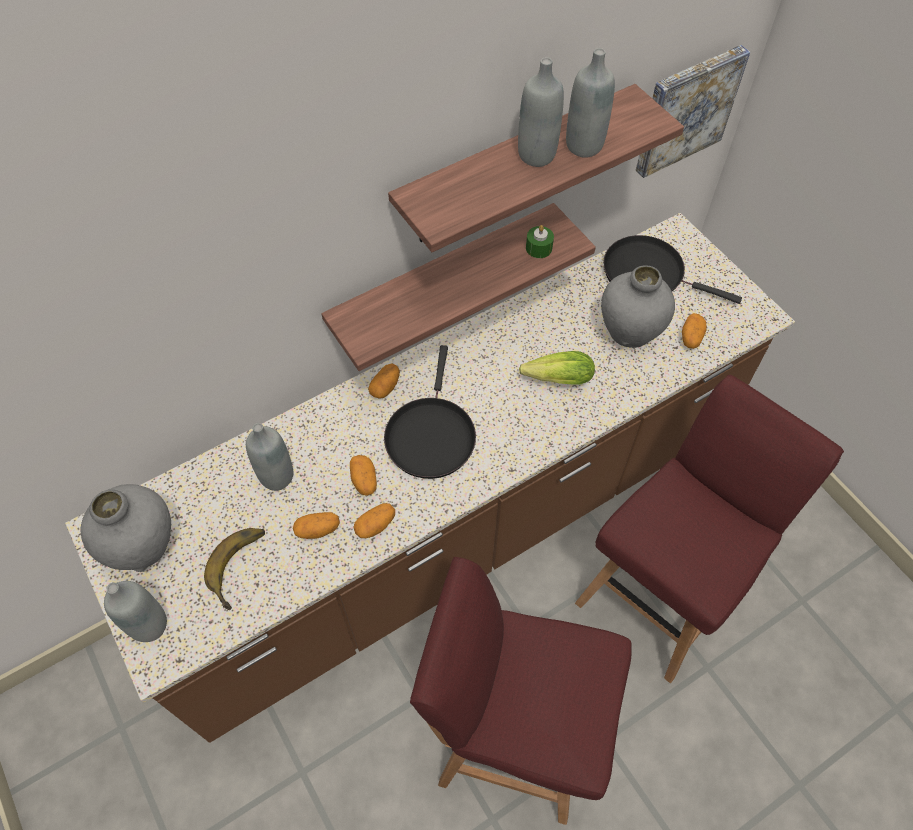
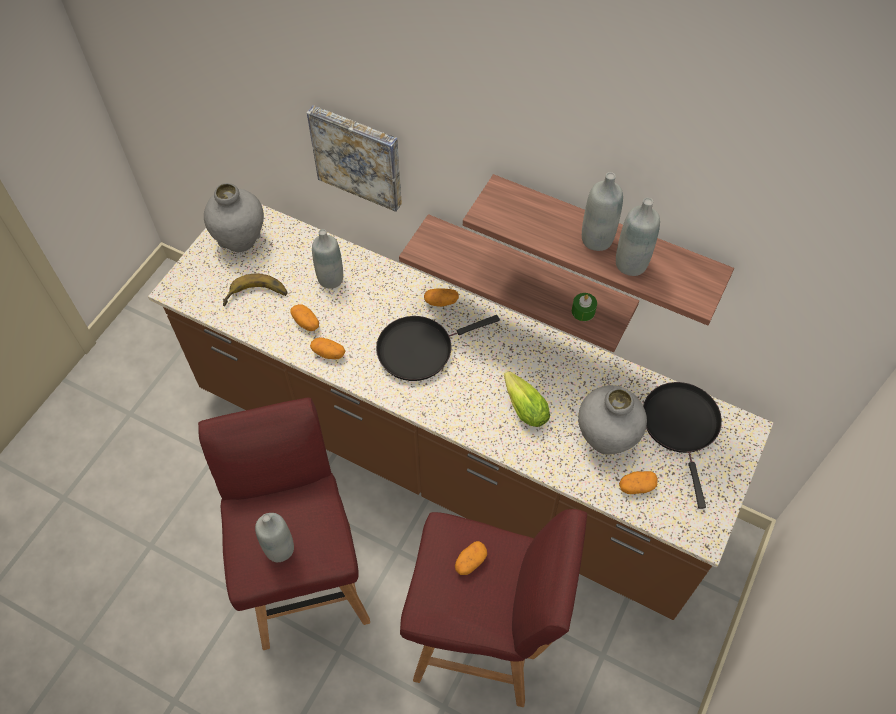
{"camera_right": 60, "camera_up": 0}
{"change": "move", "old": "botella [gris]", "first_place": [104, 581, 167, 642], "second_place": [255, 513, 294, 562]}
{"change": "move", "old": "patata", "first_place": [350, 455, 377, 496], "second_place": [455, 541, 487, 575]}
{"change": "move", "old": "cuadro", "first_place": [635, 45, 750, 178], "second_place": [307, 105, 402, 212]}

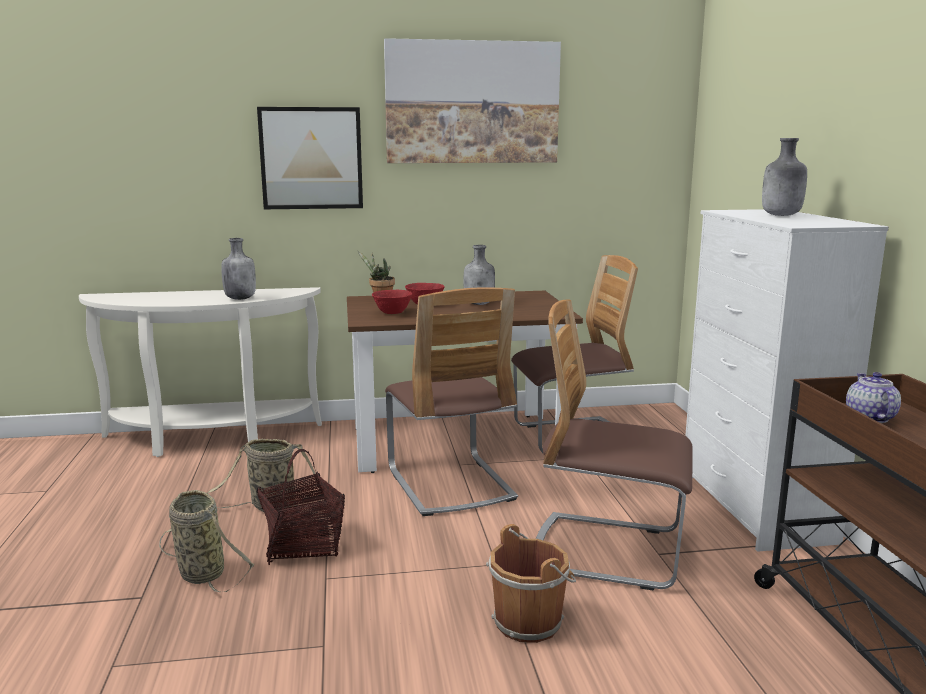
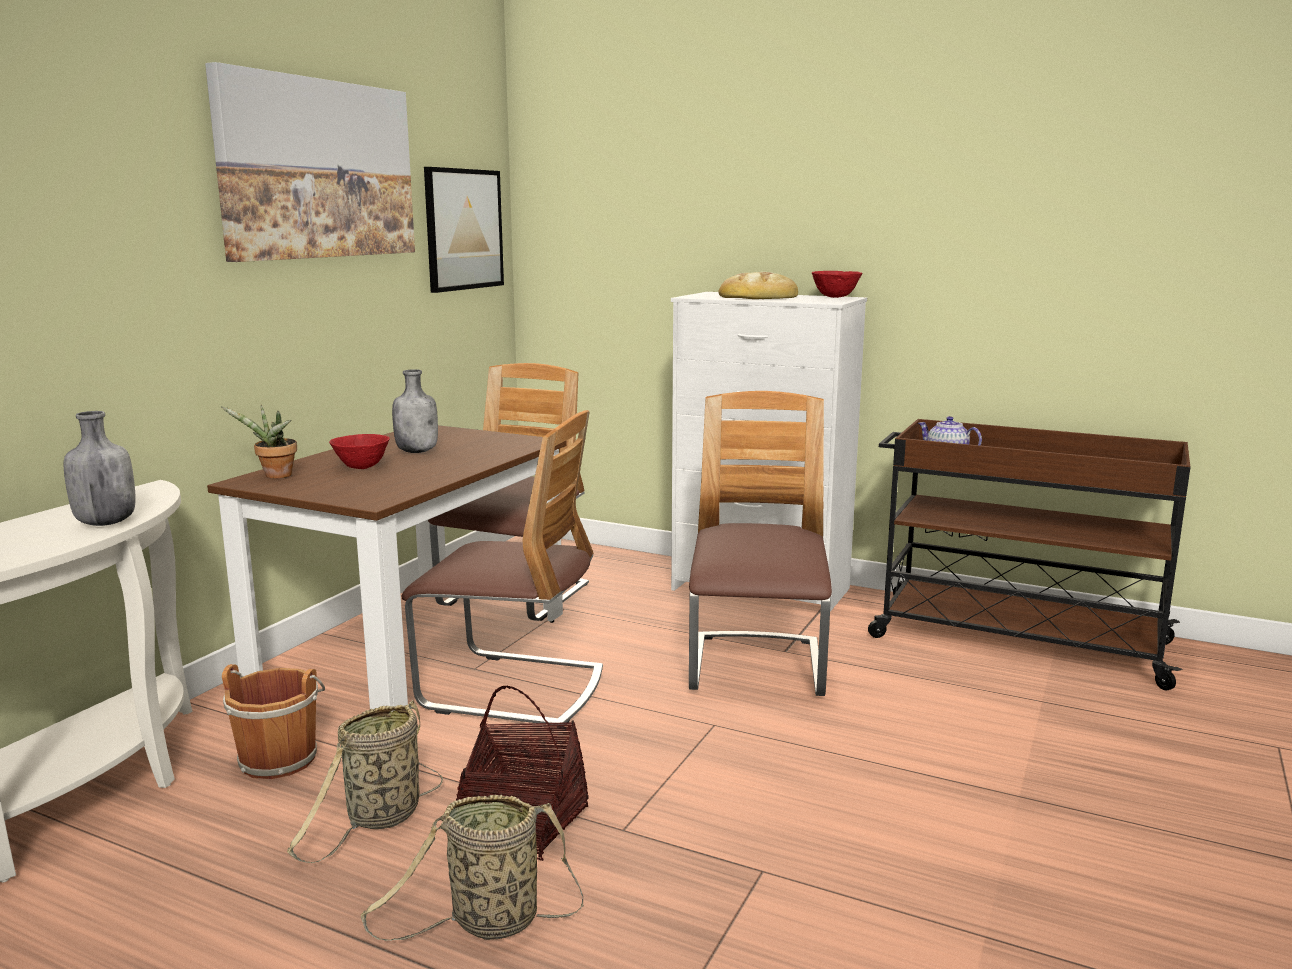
{"camera_right": -55, "camera_up": 0}
{"change": "move", "old": "cuadro", "first_place": [257, 107, 363, 209], "second_place": [424, 167, 504, 293]}
{"change": "move", "old": "cuenco [rojo]", "first_place": [372, 290, 412, 314], "second_place": [812, 271, 862, 298]}
{"change": "move", "old": "cubo [marrón]", "first_place": [486, 524, 576, 643], "second_place": [222, 664, 325, 779]}
{"change": "rotate", "old": "silla", "first_place": [536, 299, 693, 591], "second_place": [689, 391, 832, 696], "degrees": 135}
{"change": "replace", "old": "botella [gris]", "new": "pan", "first_place": [762, 138, 807, 216], "second_place": [718, 272, 798, 299]}

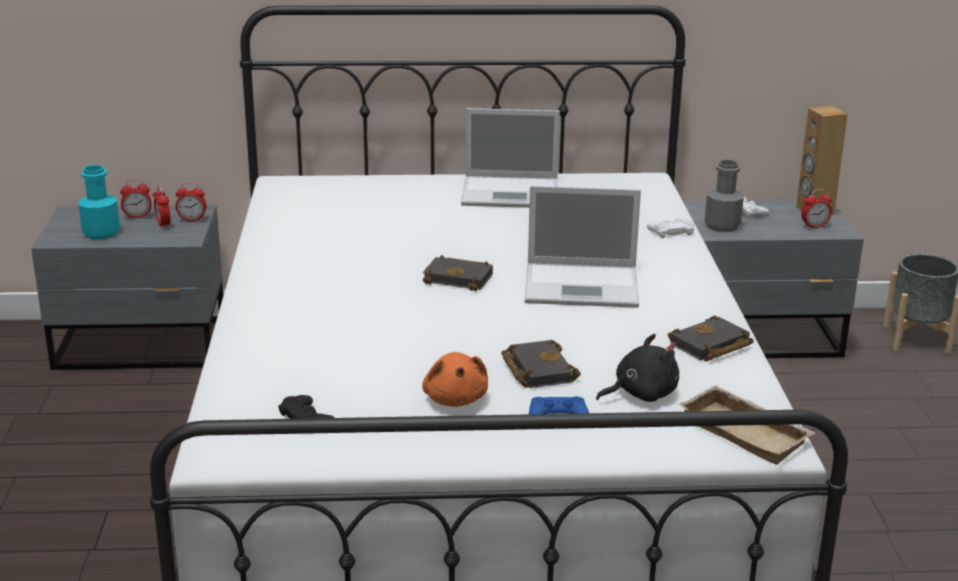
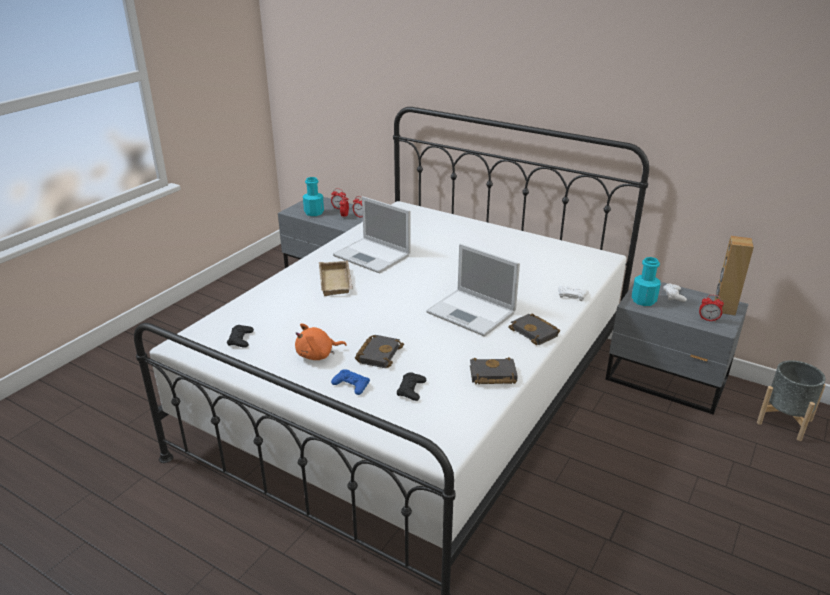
{"camera_right": 35, "camera_up": 5}
{"change": "rotate", "old": "peluche [naranja]", "first_place": [422, 352, 488, 407], "second_place": [295, 323, 347, 360], "degrees": 45}
{"change": "move", "old": "libro [negro]", "first_place": [423, 255, 493, 291], "second_place": [508, 314, 560, 345]}
{"change": "move", "old": "portátil", "first_place": [461, 108, 560, 208], "second_place": [333, 196, 411, 273]}
{"change": "replace", "old": "peluche [negro]", "new": "mando de consola [negro]", "first_place": [596, 334, 679, 402], "second_place": [397, 372, 427, 401]}
{"change": "move", "old": "bandeja [beis]", "first_place": [679, 385, 815, 465], "second_place": [319, 261, 353, 296]}
{"change": "recolor", "old": "botella [gris]", "new": "botella [turquesa]", "first_place": [705, 160, 744, 232], "second_place": [632, 257, 661, 306]}

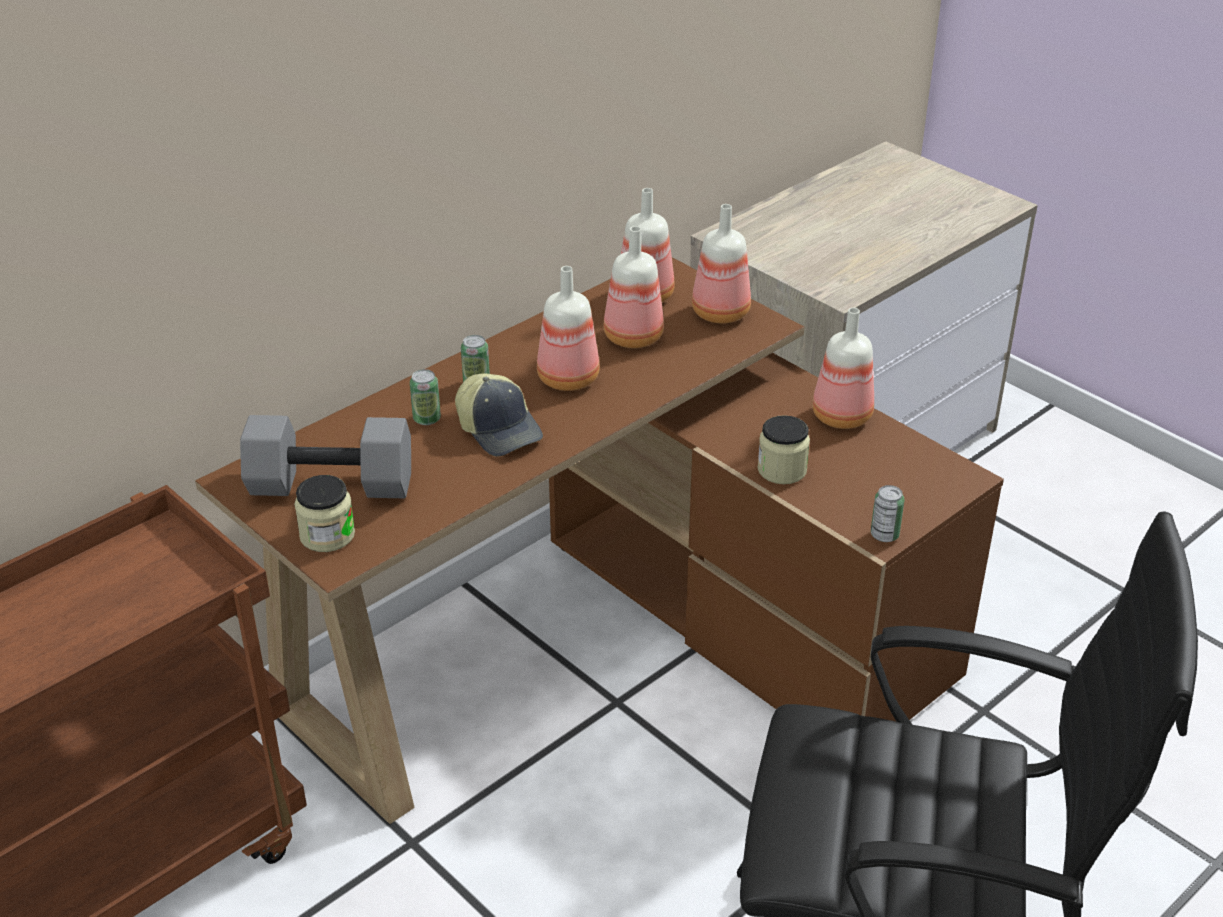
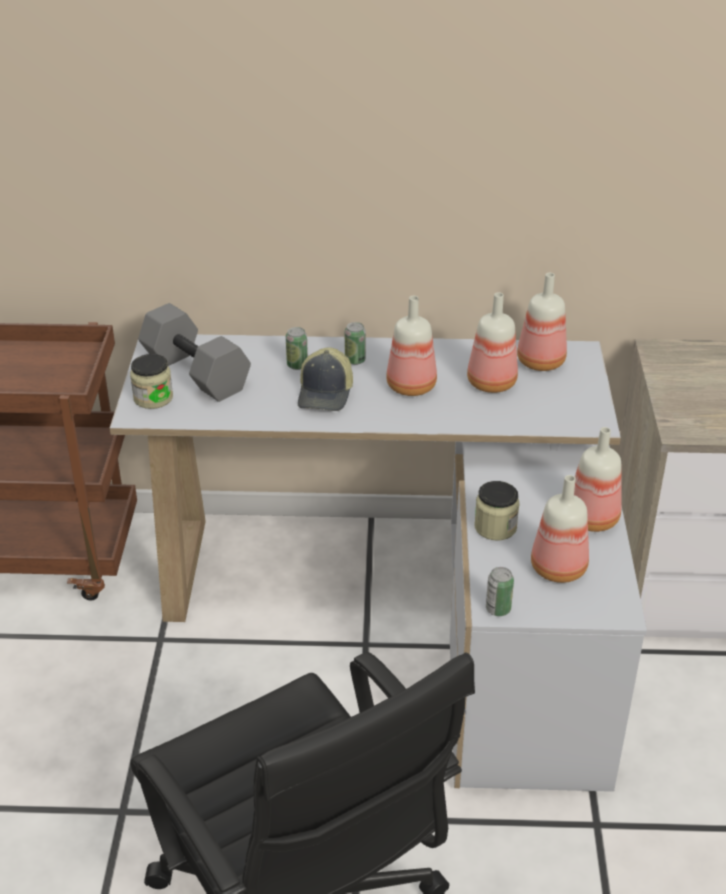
{"camera_right": 45, "camera_up": 0}
{"change": "recolor", "old": "escritorio [marrón]", "new": "escritorio [blanco]", "first_place": [195, 257, 1004, 824], "second_place": [110, 334, 647, 792]}
{"change": "move", "old": "botella", "first_place": [692, 204, 751, 323], "second_place": [531, 475, 589, 583]}

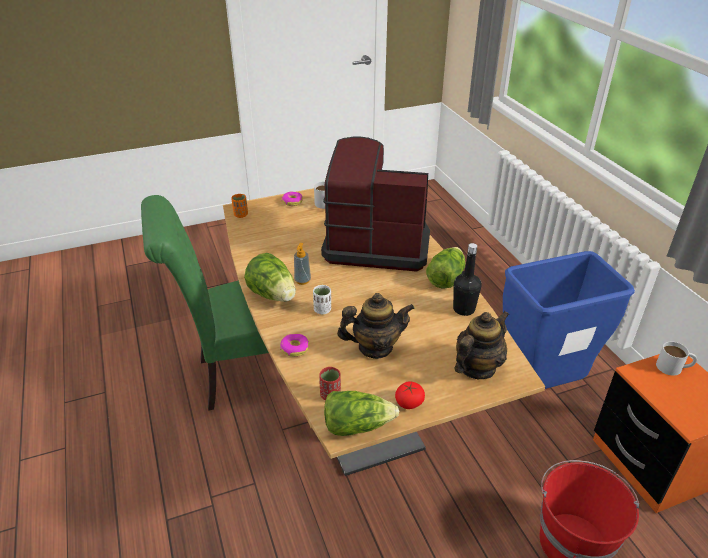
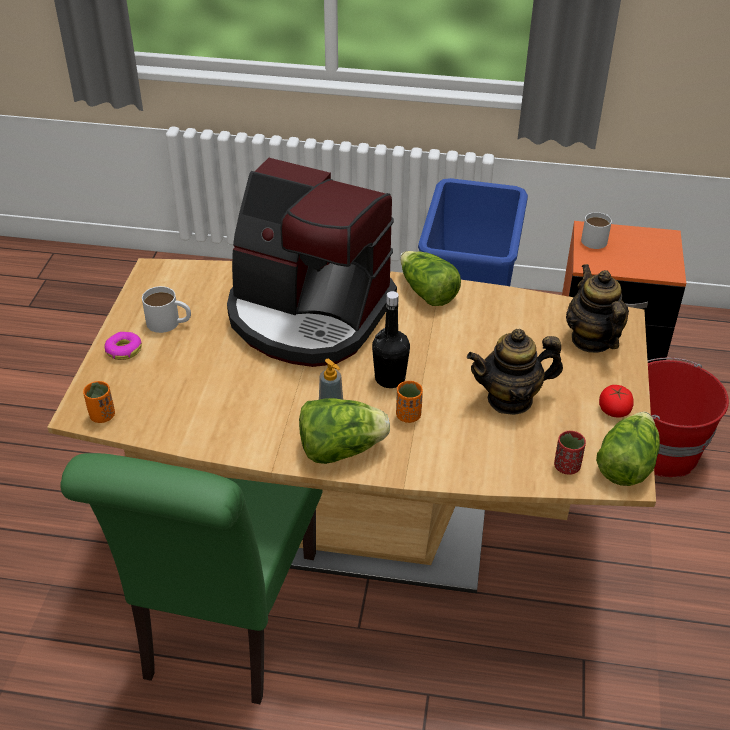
{"camera_right": -60, "camera_up": 5}
{"change": "delete", "old": "rosquilla", "first_place": [280, 334, 309, 357]}
{"change": "recolor", "old": "taza [blanco]", "new": "taza [naranja]", "first_place": [313, 285, 331, 314], "second_place": [396, 381, 423, 423]}
{"change": "rotate", "old": "cafetera", "first_place": [321, 137, 430, 272], "second_place": [227, 158, 397, 367], "degrees": -105}
{"change": "rotate", "old": "tetera", "first_place": [337, 293, 415, 359], "second_place": [467, 329, 563, 415], "degrees": -120}
{"change": "move", "old": "botella [negro]", "first_place": [453, 243, 481, 316], "second_place": [372, 291, 410, 388]}

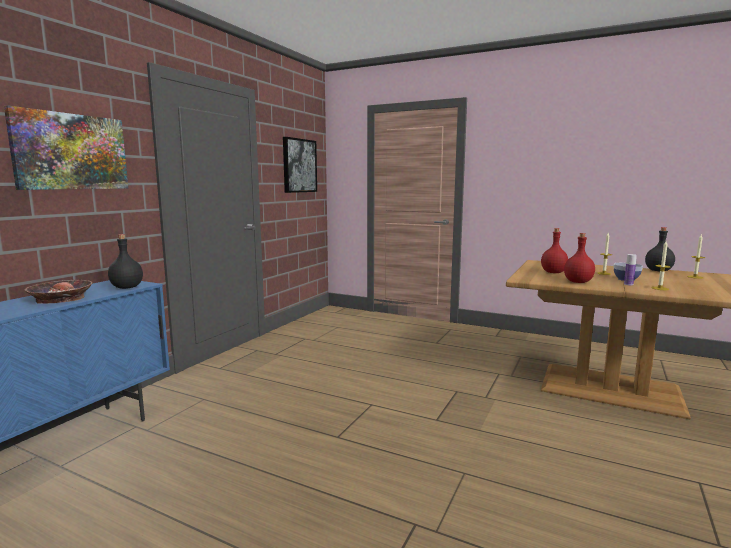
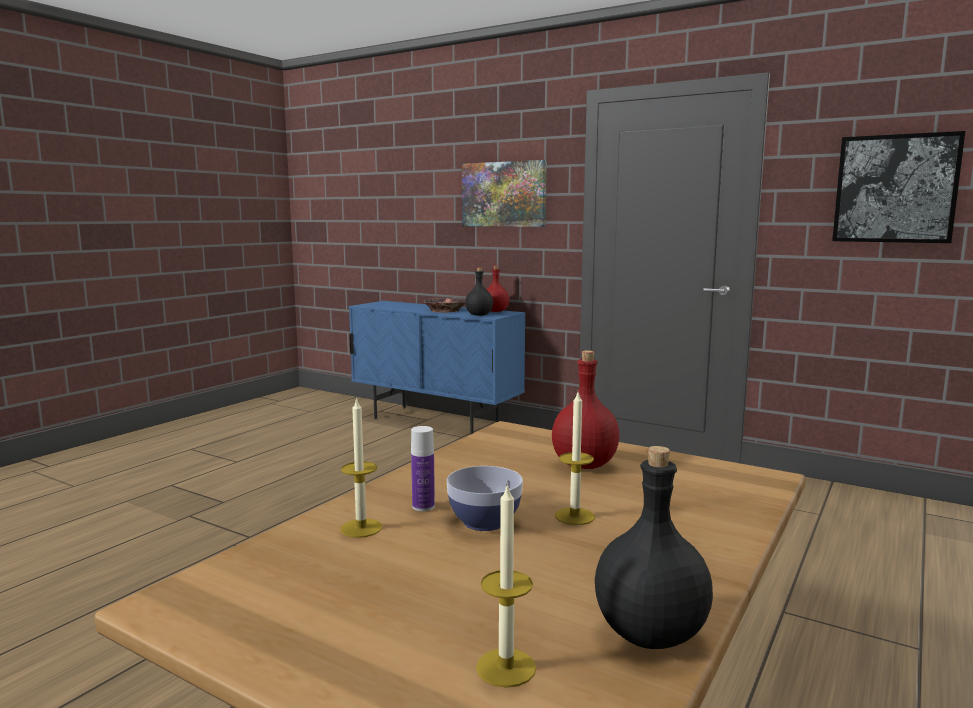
{"camera_right": 95, "camera_up": 0}
{"change": "move", "old": "botella [rojo]", "first_place": [564, 233, 595, 283], "second_place": [486, 265, 509, 312]}

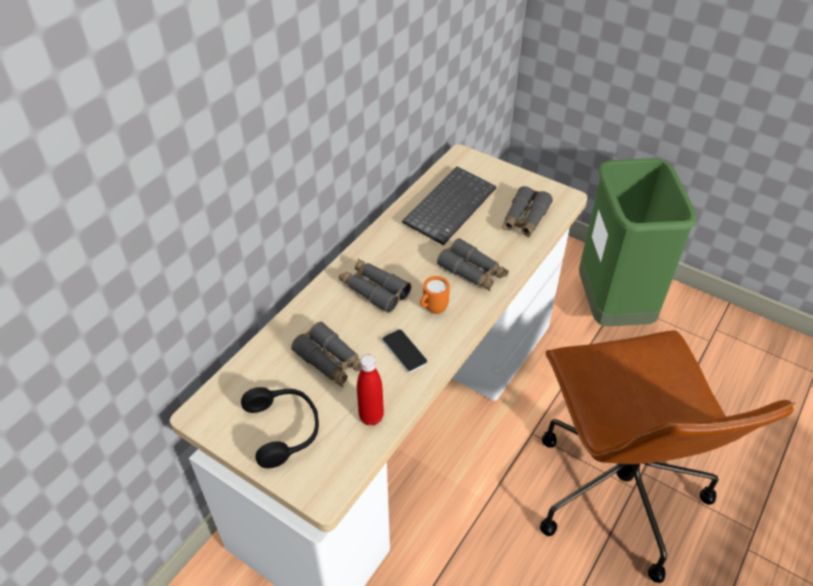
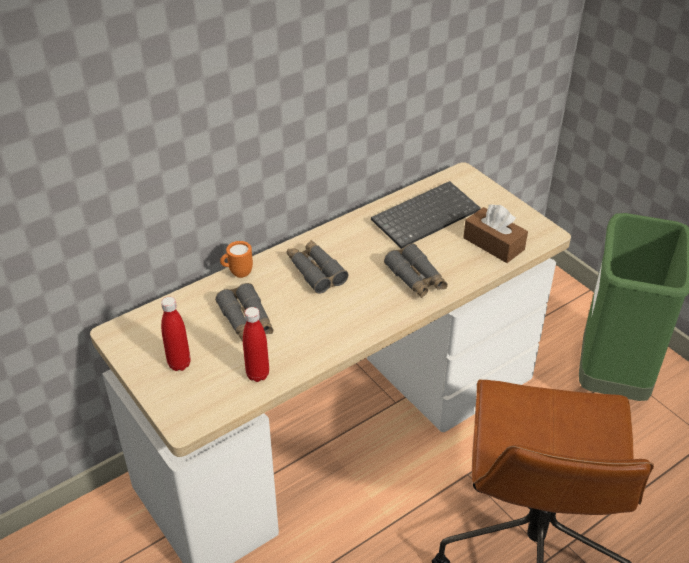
{"camera_right": 20, "camera_up": -5}
{"change": "replace", "old": "auriculares [negro]", "new": "botella [rojo]", "first_place": [241, 387, 319, 468], "second_place": [161, 297, 191, 371]}
{"change": "delete", "old": "móvil", "first_place": [382, 329, 428, 373]}
{"change": "move", "old": "taza grande [naranja]", "first_place": [420, 276, 450, 314], "second_place": [220, 241, 253, 278]}
{"change": "replace", "old": "prismáticos [gris]", "new": "caja de pañuelos [marrón]", "first_place": [502, 186, 553, 238], "second_place": [463, 204, 528, 263]}

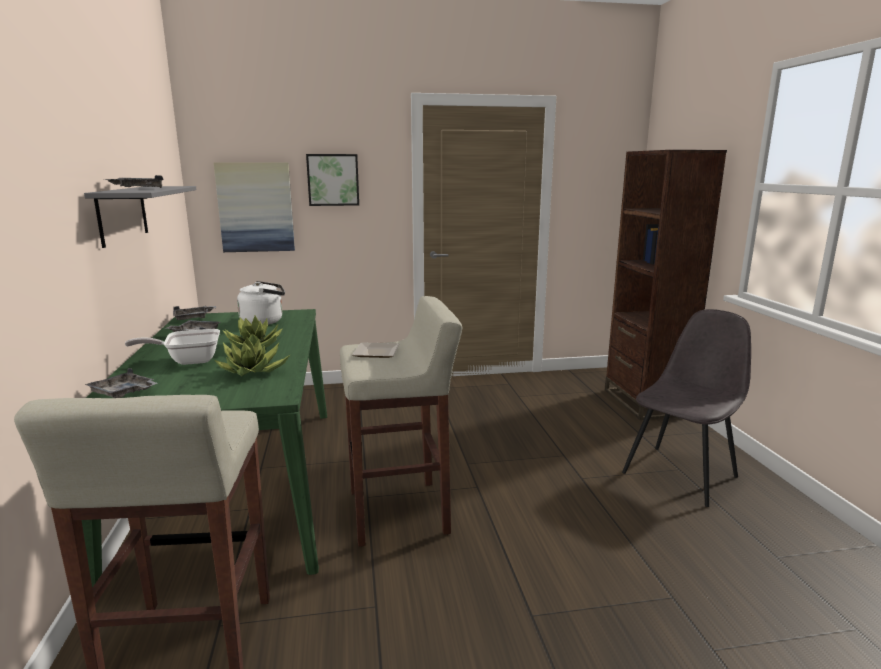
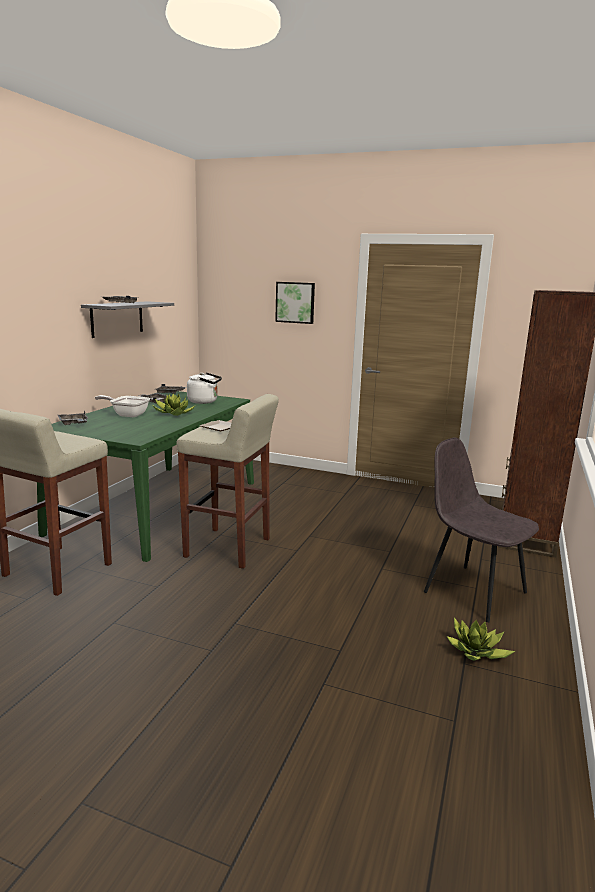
{"camera_right": 30, "camera_up": 0}
{"change": "delete", "old": "cuadro", "first_place": [213, 162, 295, 252]}
{"change": "move", "old": "planta en maceta", "first_place": [214, 337, 291, 376], "second_place": [447, 618, 515, 660]}
{"change": "rotate", "old": "silla [gris]", "first_place": [622, 309, 751, 507], "second_place": [424, 438, 539, 622], "degrees": -120}

